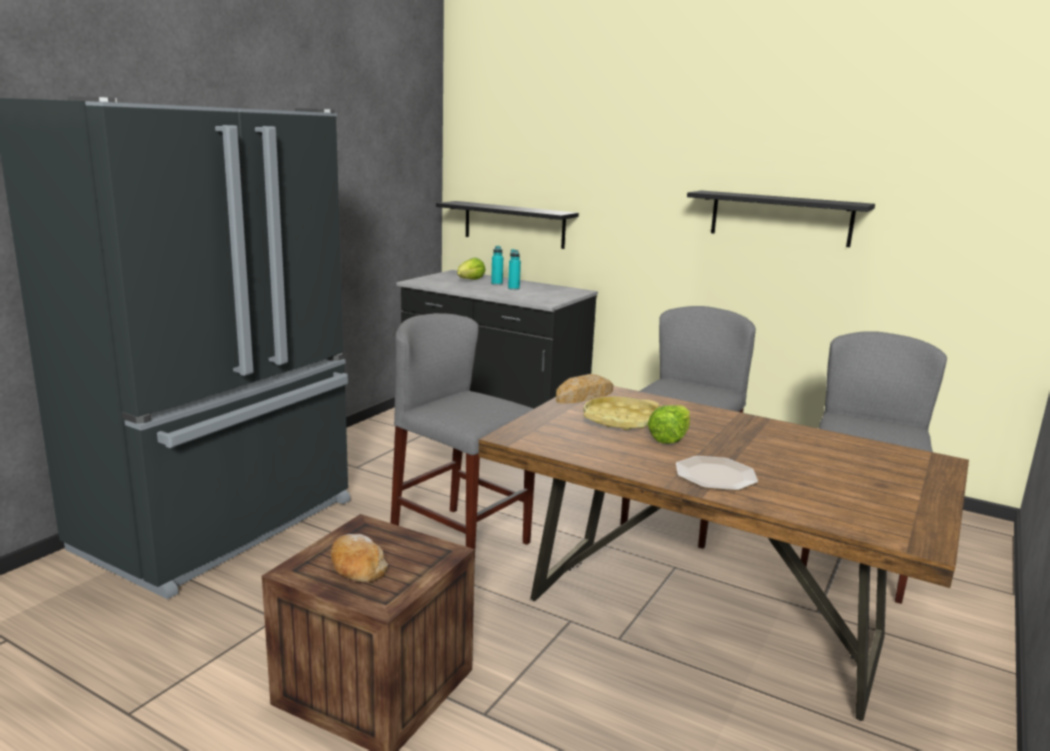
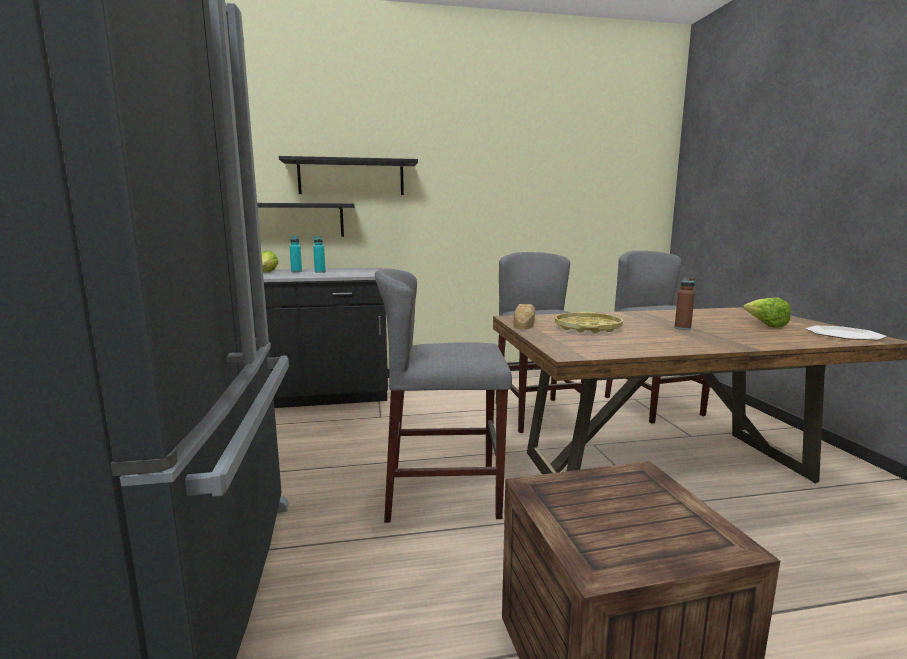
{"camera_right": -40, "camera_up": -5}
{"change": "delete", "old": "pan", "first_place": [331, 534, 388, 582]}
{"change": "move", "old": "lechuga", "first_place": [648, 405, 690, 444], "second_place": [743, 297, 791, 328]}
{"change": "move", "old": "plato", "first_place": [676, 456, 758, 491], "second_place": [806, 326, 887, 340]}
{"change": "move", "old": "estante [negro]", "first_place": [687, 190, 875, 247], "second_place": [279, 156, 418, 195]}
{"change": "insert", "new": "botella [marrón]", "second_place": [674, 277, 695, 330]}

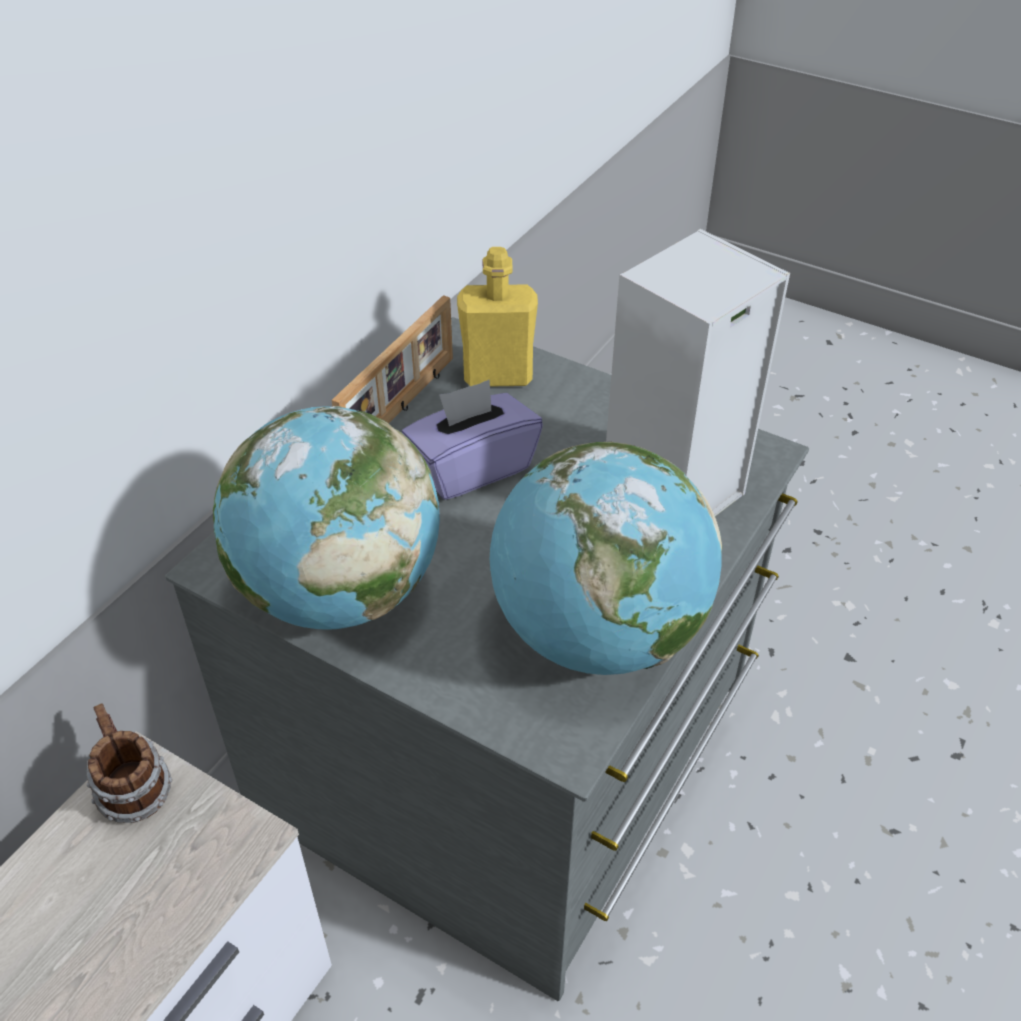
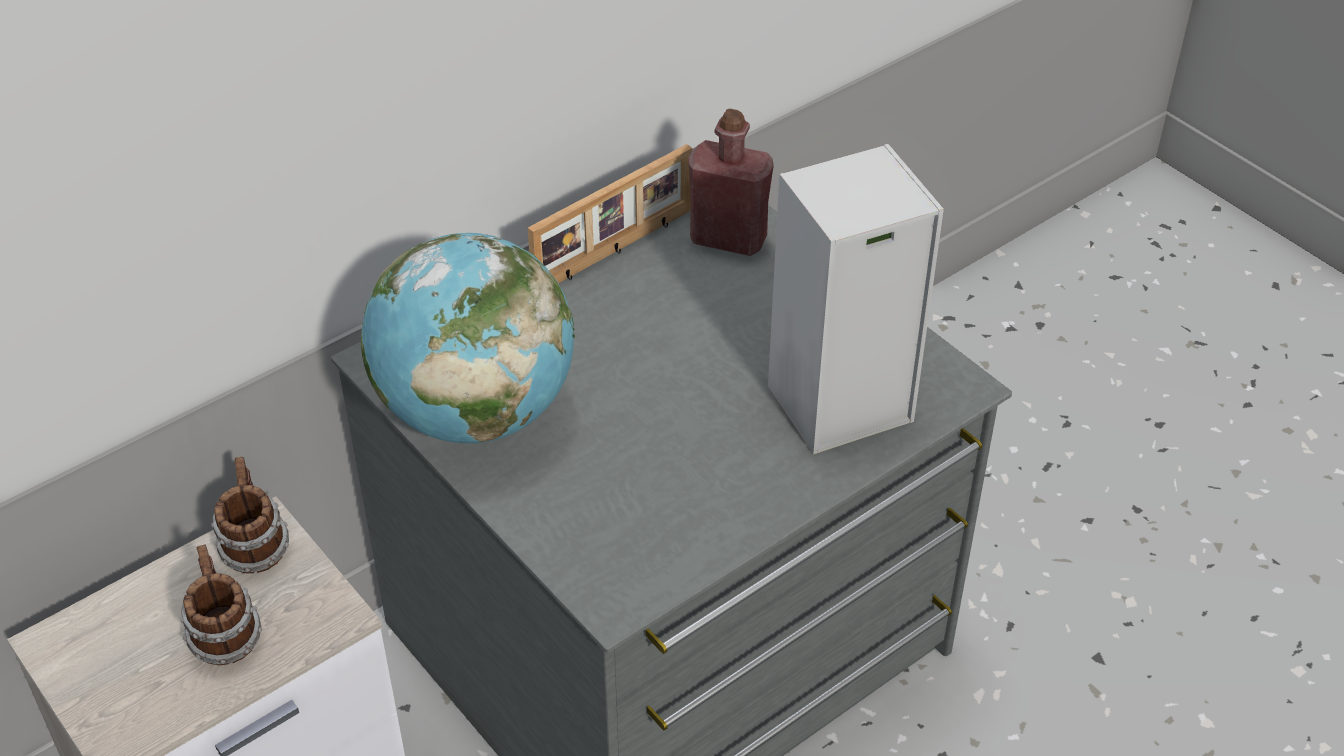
{"camera_right": 20, "camera_up": 0}
{"change": "delete", "old": "caja de pañuelos [morado]", "first_place": [402, 380, 543, 500]}
{"change": "recolor", "old": "botella [amarillo]", "new": "botella [rojo]", "first_place": [457, 247, 538, 387], "second_place": [688, 109, 774, 256]}
{"change": "delete", "old": "globo terráqueo", "first_place": [490, 442, 722, 675]}
{"change": "insert", "new": "taza grande", "second_place": [180, 544, 262, 665]}

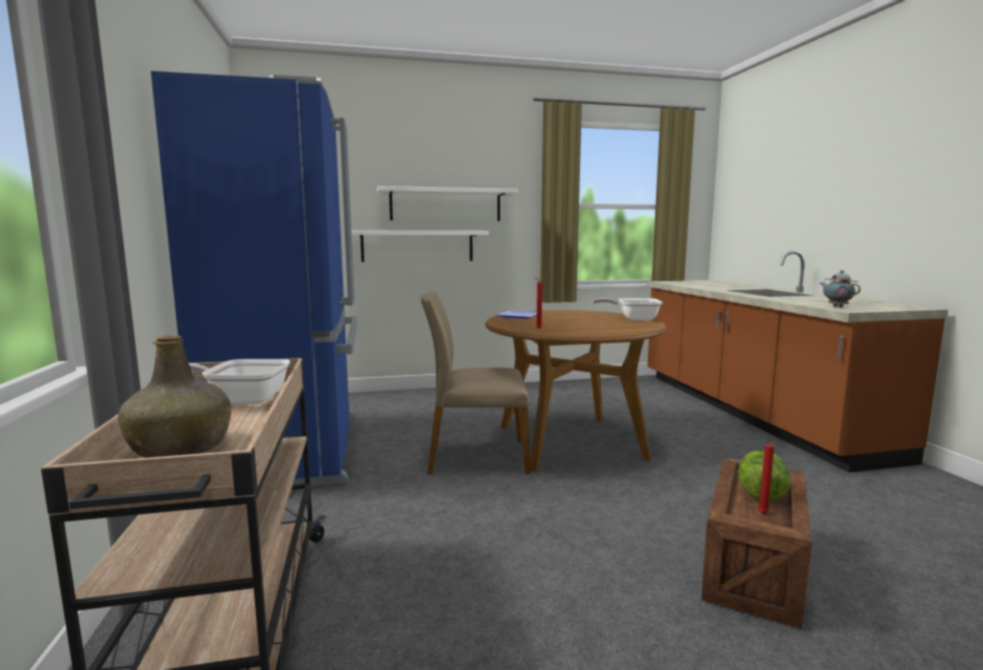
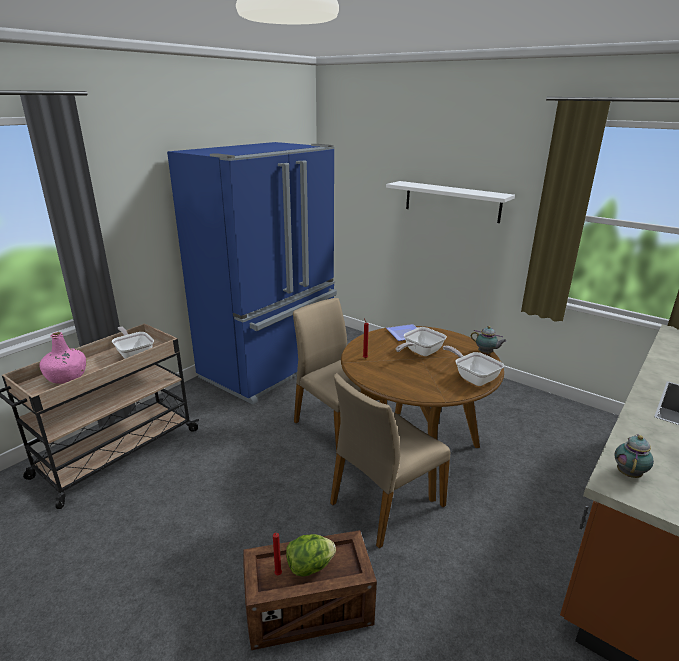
{"camera_right": 50, "camera_up": 15}
{"change": "recolor", "old": "botella [verde]", "new": "botella [rosa]", "first_place": [118, 335, 231, 458], "second_place": [39, 332, 86, 384]}
{"change": "delete", "old": "estante [blanco]", "first_place": [351, 231, 489, 262]}
{"change": "insert", "new": "silla [beis]", "second_place": [330, 373, 450, 549]}
{"change": "insert", "new": "sartén", "second_place": [396, 327, 447, 356]}
{"change": "insert", "new": "tetera", "second_place": [471, 326, 507, 354]}

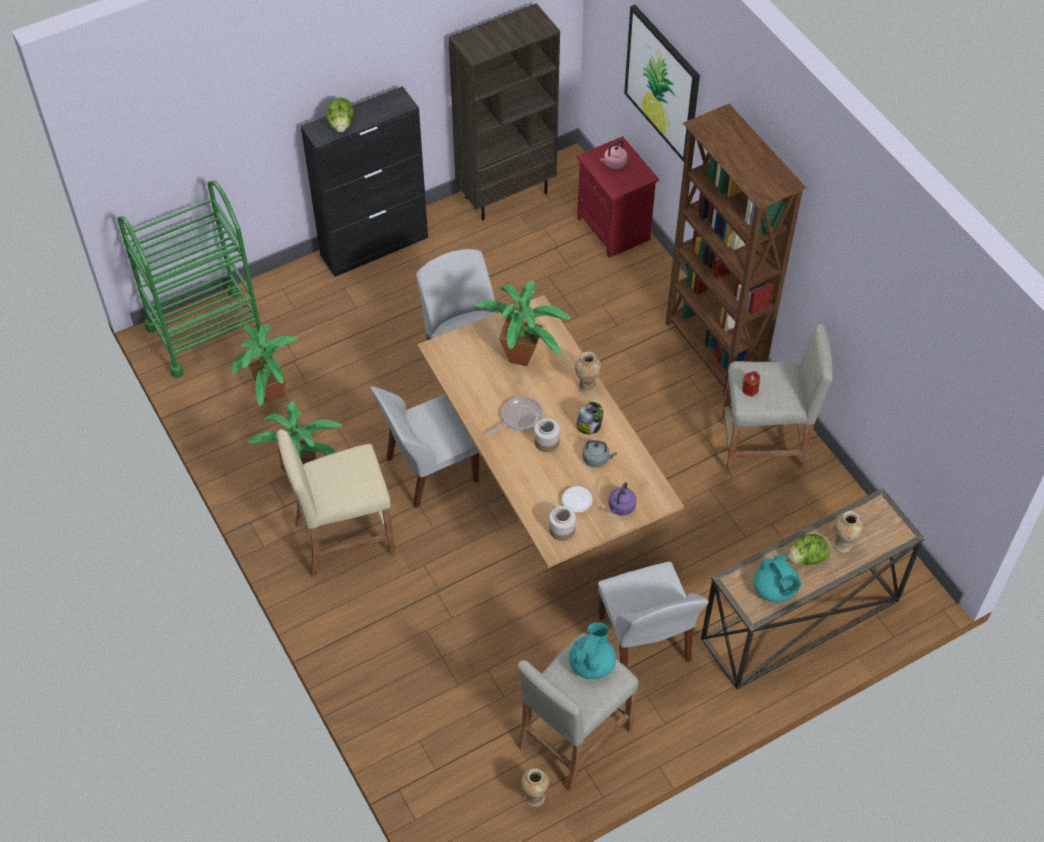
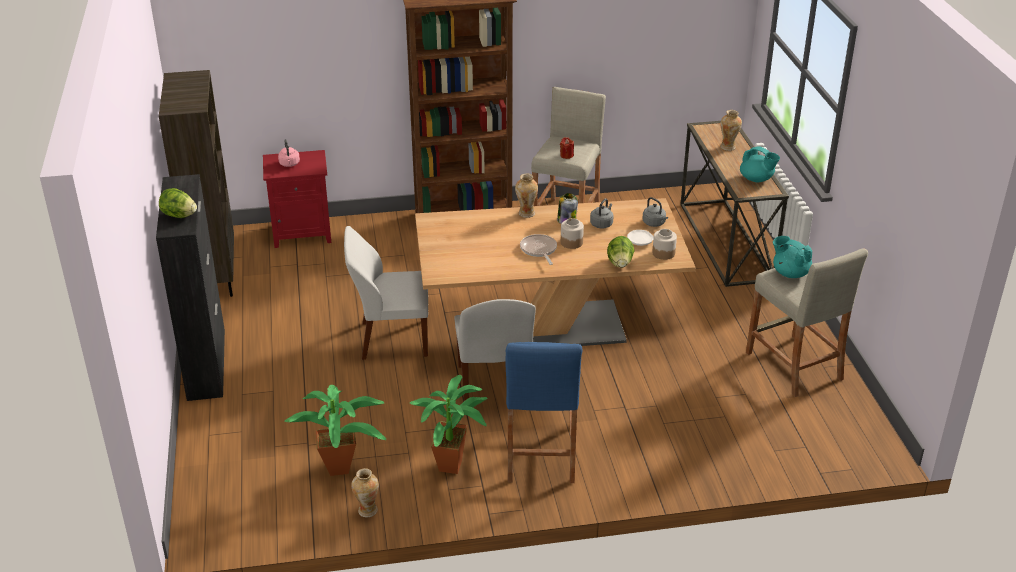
{"camera_right": -70, "camera_up": -20}
{"change": "delete", "old": "carrito [verde]", "first_place": [117, 181, 261, 378]}
{"change": "recolor", "old": "taburete [beis]", "new": "taburete [azul]", "first_place": [277, 429, 396, 577], "second_place": [505, 342, 583, 483]}
{"change": "delete", "old": "planta en maceta", "first_place": [474, 280, 571, 366]}
{"change": "move", "old": "florero", "first_place": [521, 768, 549, 807], "second_place": [351, 468, 379, 518]}
{"change": "delete", "old": "silla [blanco]", "first_place": [598, 562, 709, 668]}
{"change": "recolor", "old": "hervidor [morado]", "new": "hervidor [gris]", "first_place": [609, 482, 636, 515], "second_place": [643, 197, 668, 227]}
{"change": "delete", "old": "cuadro", "first_place": [624, 5, 700, 162]}
{"change": "rotate", "old": "tetera [turquesa]", "first_place": [754, 554, 801, 603], "second_place": [740, 146, 780, 183], "degrees": 45}
{"change": "move", "old": "lechuga", "first_place": [788, 534, 830, 565], "second_place": [607, 236, 634, 268]}

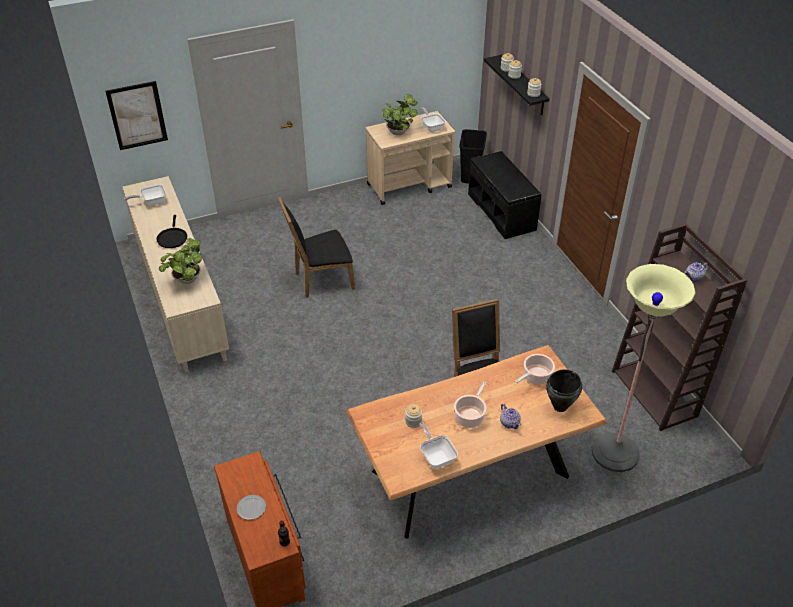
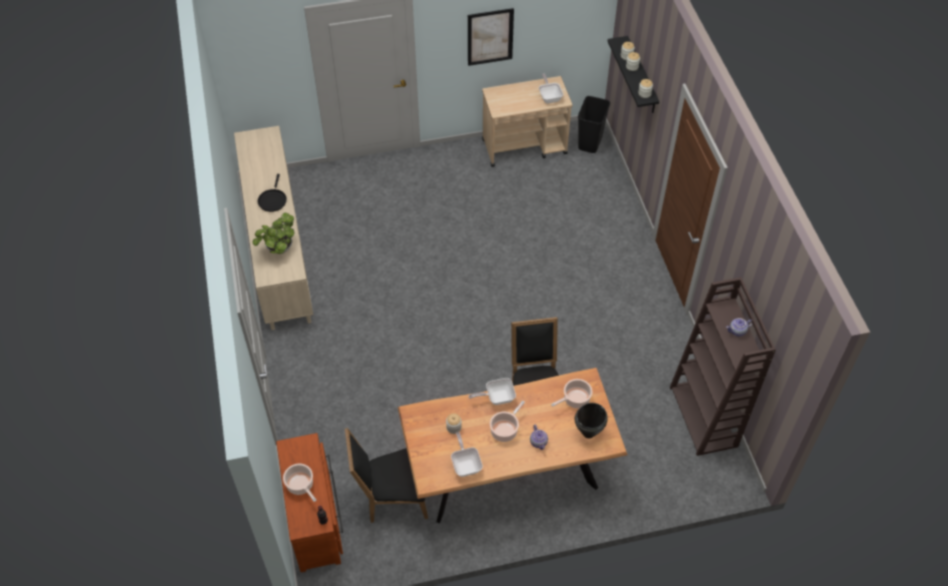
{"camera_right": 10, "camera_up": 10}
{"change": "move", "old": "cuadro", "first_place": [105, 81, 168, 150], "second_place": [468, 8, 514, 66]}
{"change": "move", "old": "sartén", "first_place": [124, 184, 166, 206], "second_place": [468, 378, 516, 405]}
{"change": "replace", "old": "plato", "new": "olla", "first_place": [237, 495, 266, 520], "second_place": [283, 464, 317, 502]}
{"change": "move", "old": "silla [negro]", "first_place": [278, 197, 355, 298], "second_place": [345, 428, 428, 523]}
{"change": "delete", "old": "planta en maceta", "first_place": [382, 94, 418, 135]}
{"change": "delete", "old": "banco [negro]", "first_place": [468, 151, 541, 239]}
{"change": "delete", "old": "lámpara de pie", "first_place": [592, 264, 695, 472]}

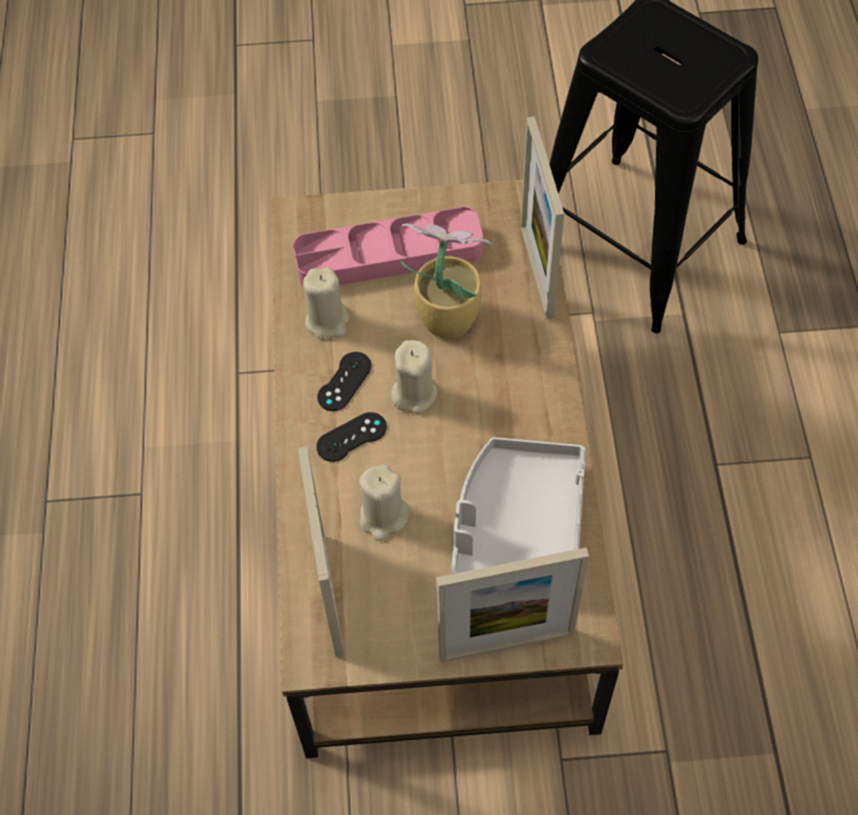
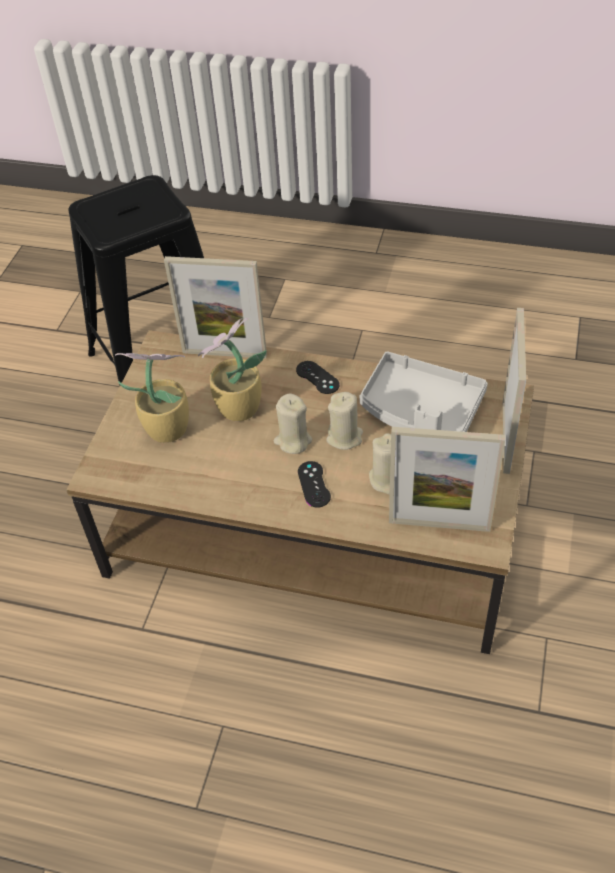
{"camera_right": -70, "camera_up": -10}
{"change": "replace", "old": "bandeja [rosa]", "new": "planta en maceta", "first_place": [293, 207, 483, 286], "second_place": [115, 353, 189, 443]}
{"change": "move", "old": "vela [beis]", "first_place": [303, 267, 349, 340], "second_place": [326, 392, 363, 450]}
{"change": "move", "old": "mando de consola [negro]", "first_place": [317, 352, 372, 411], "second_place": [296, 361, 340, 394]}

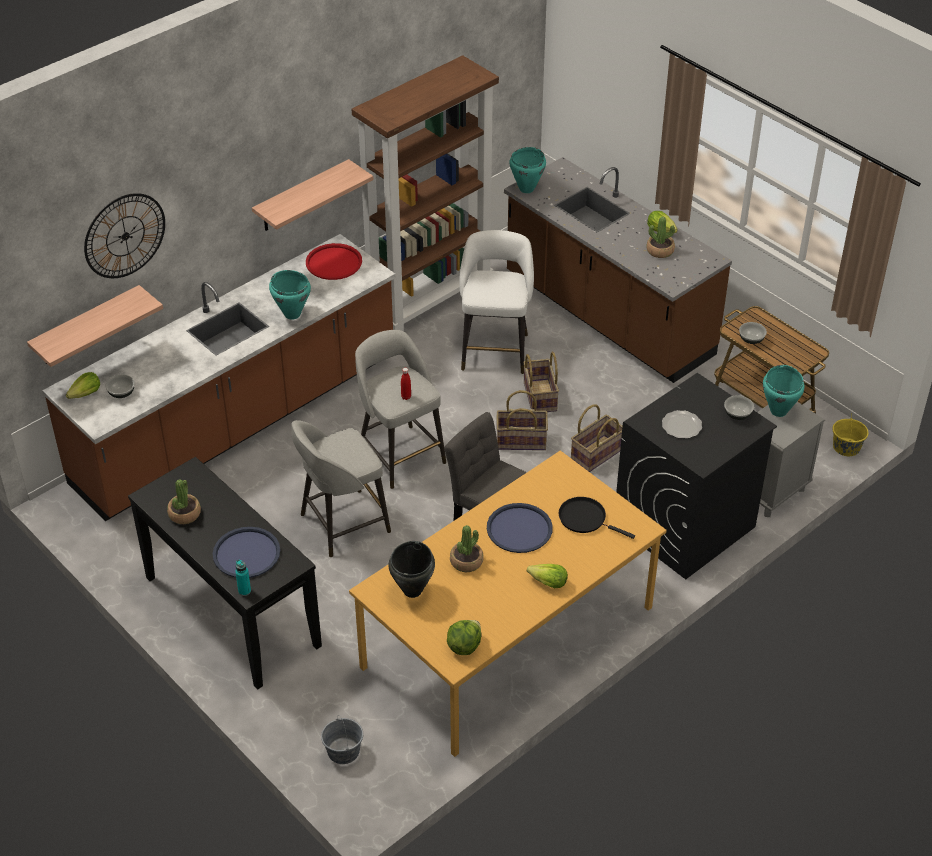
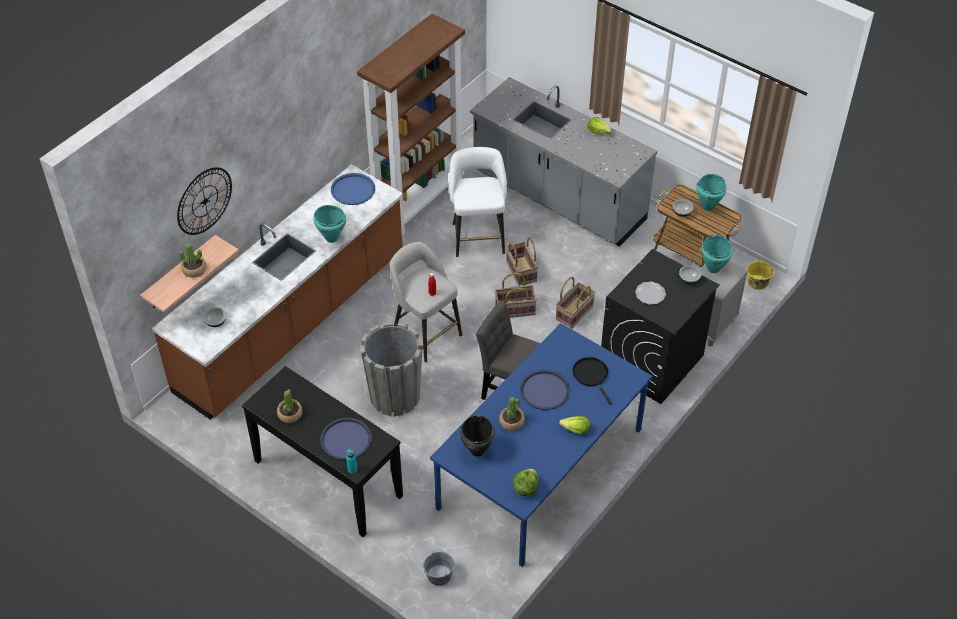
{"camera_right": -10, "camera_up": 5}
{"change": "delete", "old": "lechuga", "first_place": [66, 372, 100, 399]}
{"change": "delete", "old": "estante", "first_place": [252, 159, 374, 231]}
{"change": "replace", "old": "taburete [gris]", "new": "maceta [gris]", "first_place": [291, 420, 391, 557], "second_place": [360, 322, 423, 416]}
{"change": "recolor", "old": "bandeja [rojo]", "new": "bandeja [azul]", "first_place": [306, 243, 362, 280], "second_place": [331, 173, 375, 205]}
{"change": "recolor", "old": "mesa de comedor [naranja]", "new": "mesa de comedor [azul]", "first_place": [349, 451, 666, 757], "second_place": [430, 323, 653, 567]}
{"change": "recolor", "old": "mueble bajo de cocina [marrón]", "new": "mueble bajo de cocina [gris]", "first_place": [504, 157, 732, 383], "second_place": [470, 77, 657, 247]}
{"change": "move", "old": "olla [turquesa]", "first_place": [509, 147, 546, 193], "second_place": [696, 174, 727, 211]}
{"change": "rotate", "old": "sartén [negro]", "first_place": [559, 497, 635, 539], "second_place": [573, 357, 612, 404], "degrees": 45}
{"change": "move", "old": "planta en maceta", "first_place": [646, 216, 675, 258], "second_place": [179, 244, 206, 277]}

